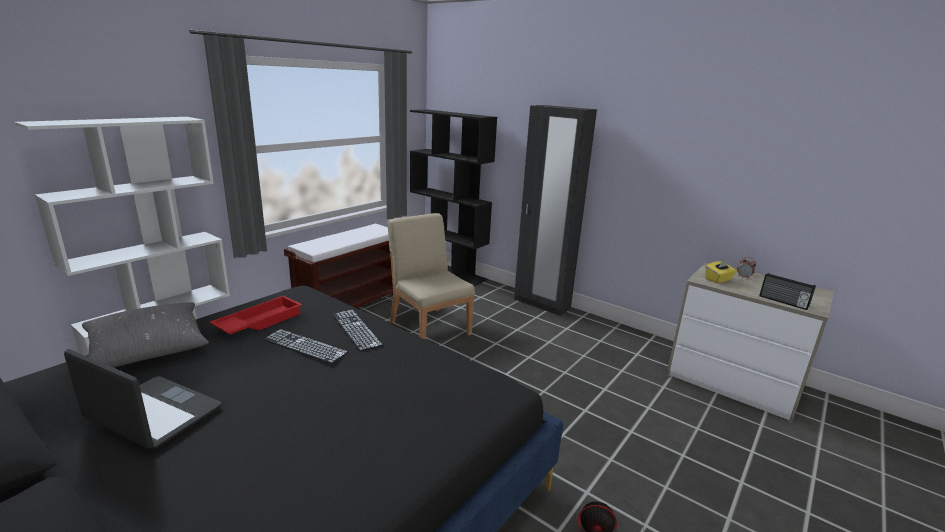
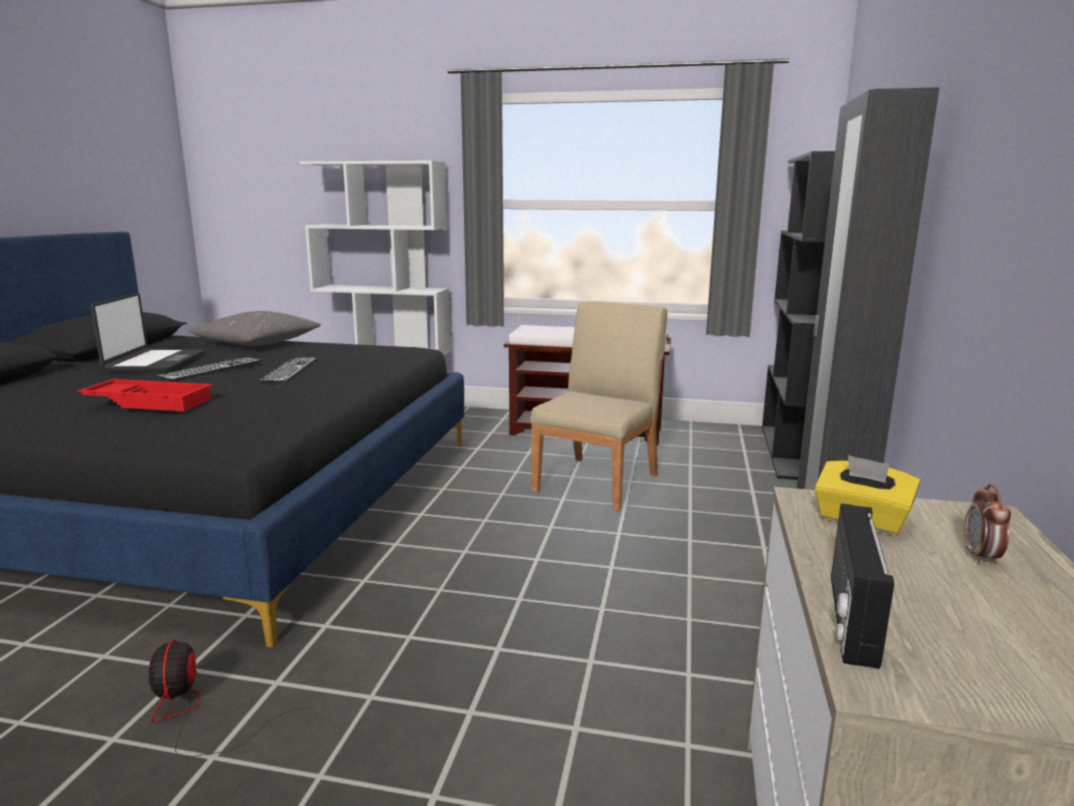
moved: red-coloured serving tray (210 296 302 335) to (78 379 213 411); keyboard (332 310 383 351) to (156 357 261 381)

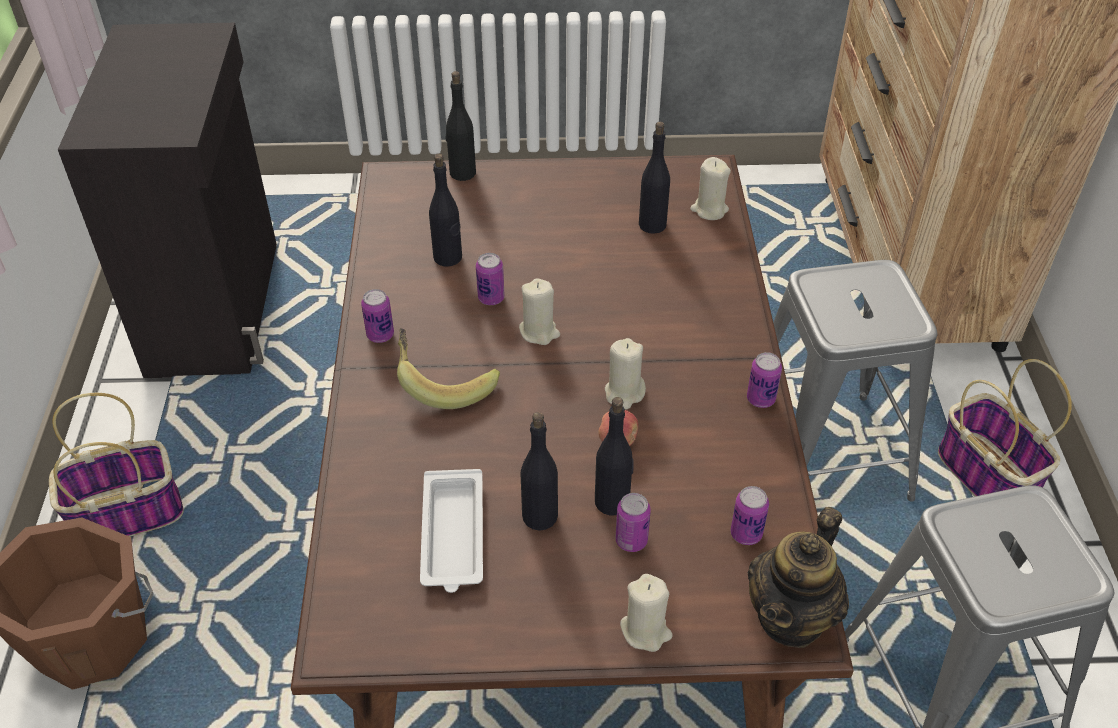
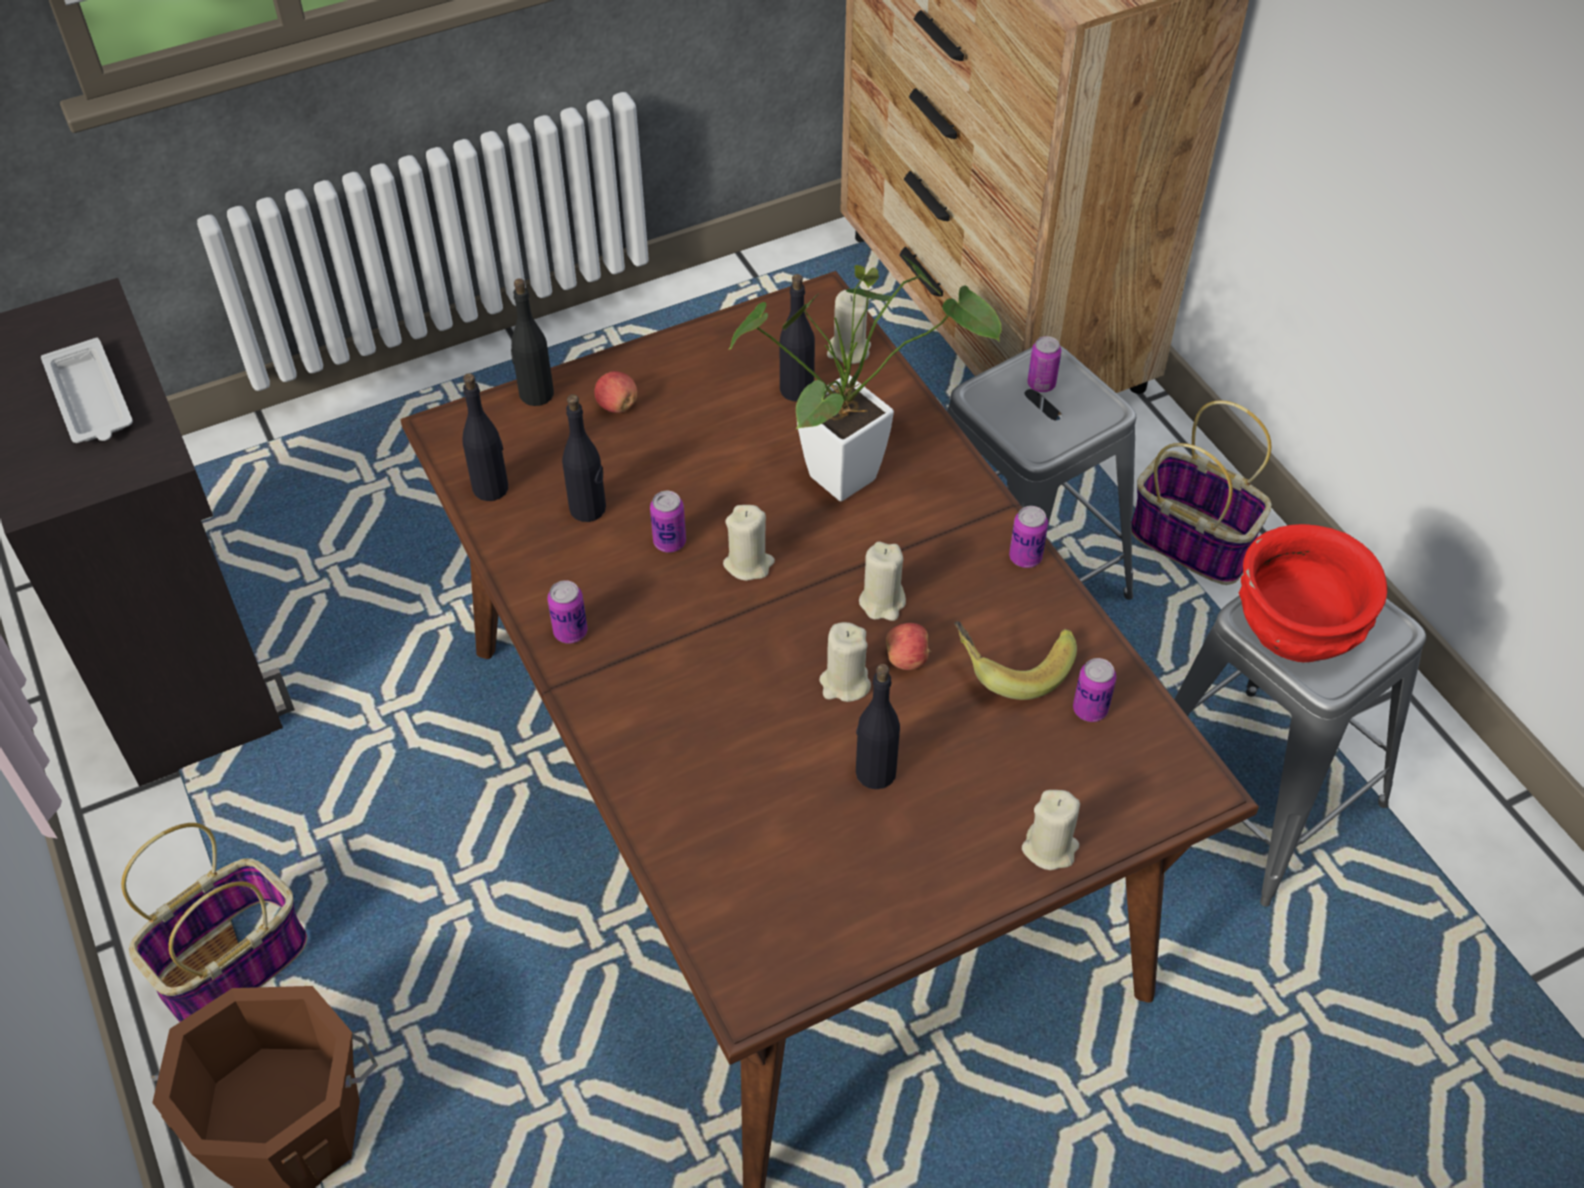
removed: tea pot (747 507 849 648)
added: whole apple (594 371 637 413); houseplant (728 255 1002 501); beige-coloured candle (819 622 871 702); red-coloured deep dish (1239 524 1387 662)
moved: white-coloured serving tray (420 469 483 593) to (41 338 133 443); black-coloured bottle (595 397 634 516) to (462 373 508 501); banana (397 328 500 409) to (955 621 1077 700); can (616 493 651 552) to (1027 336 1061 392)

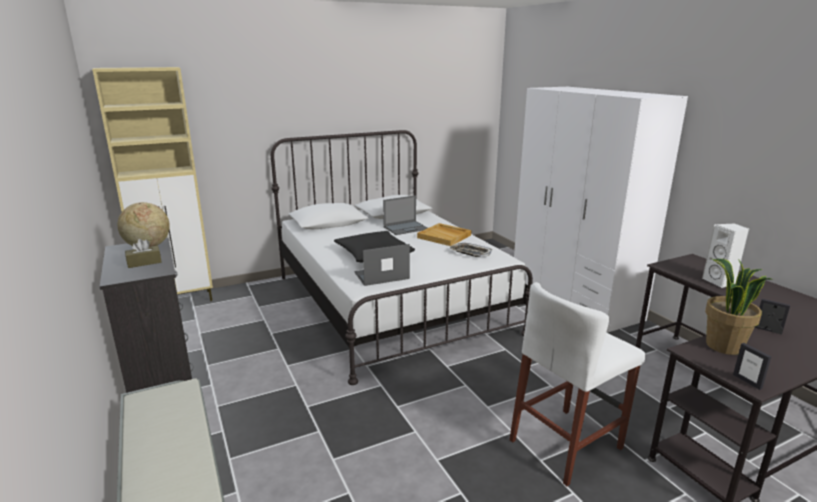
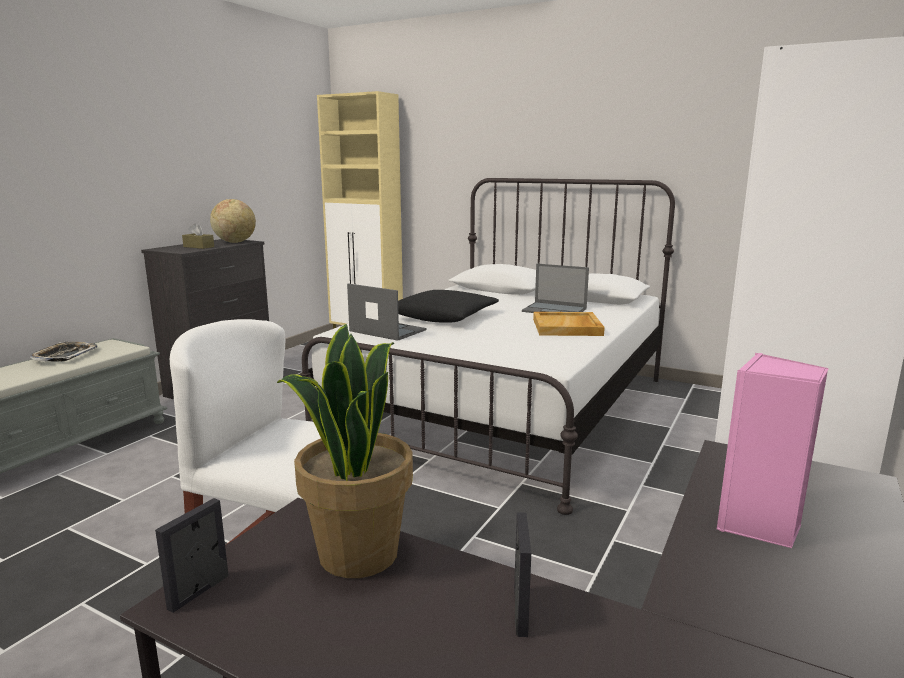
moved: serving tray (450 243 492 257) to (30 342 98 362)
recoloured: white-coloured audio speaker (702 223 750 288) to pink-coloured audio speaker (717 353 828 548)

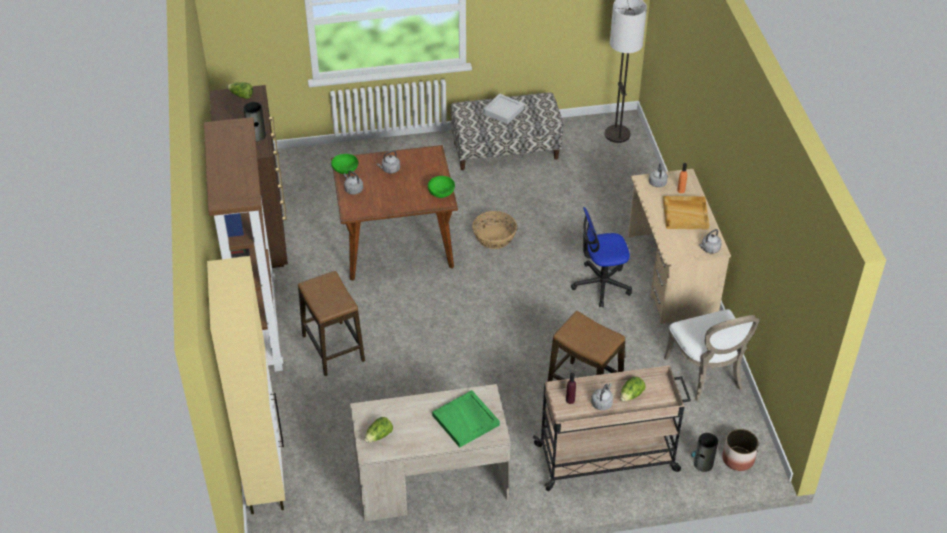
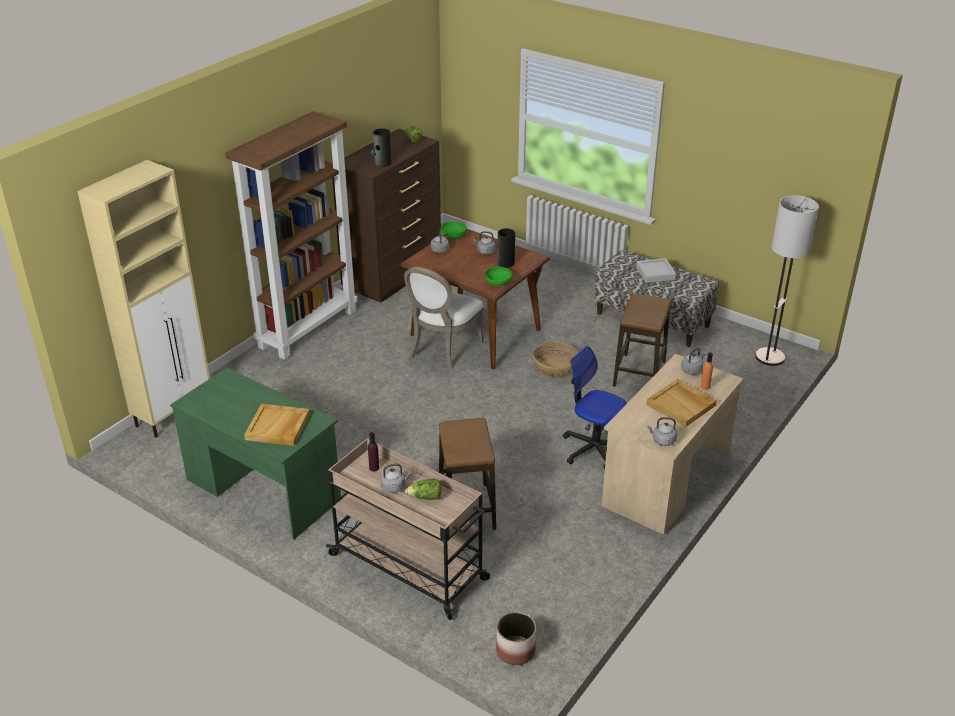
removed: lettuce (364 417 393 442)
moved: white-coloured chair (664 309 760 401) to (404 267 484 369); decorative vase (691 433 718 472) to (497 228 515 268); sitting stool (298 271 365 376) to (613 293 671 387)
recoloured: beige-coloured desk unit (350 384 511 522) to green desk unit (170 368 341 539); green serving tray (432 390 500 448) to beige-coloured serving tray (244 404 310 446)

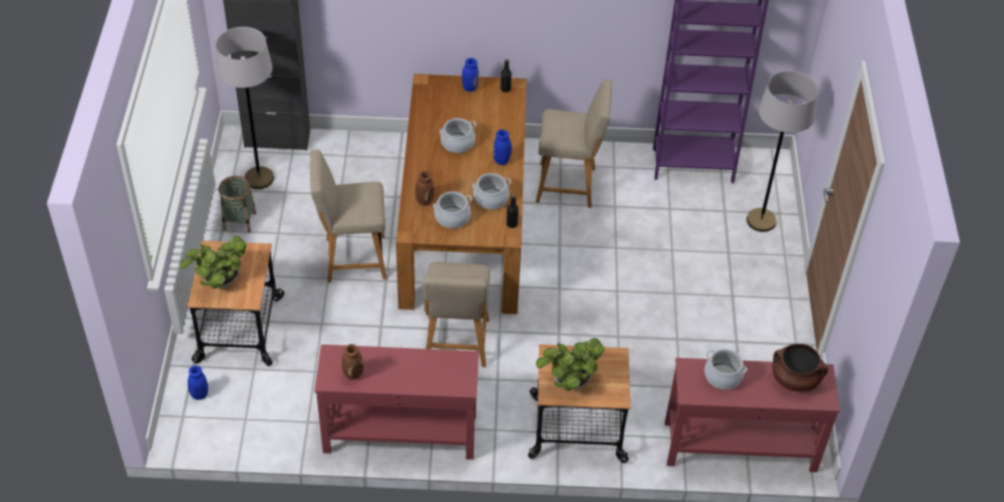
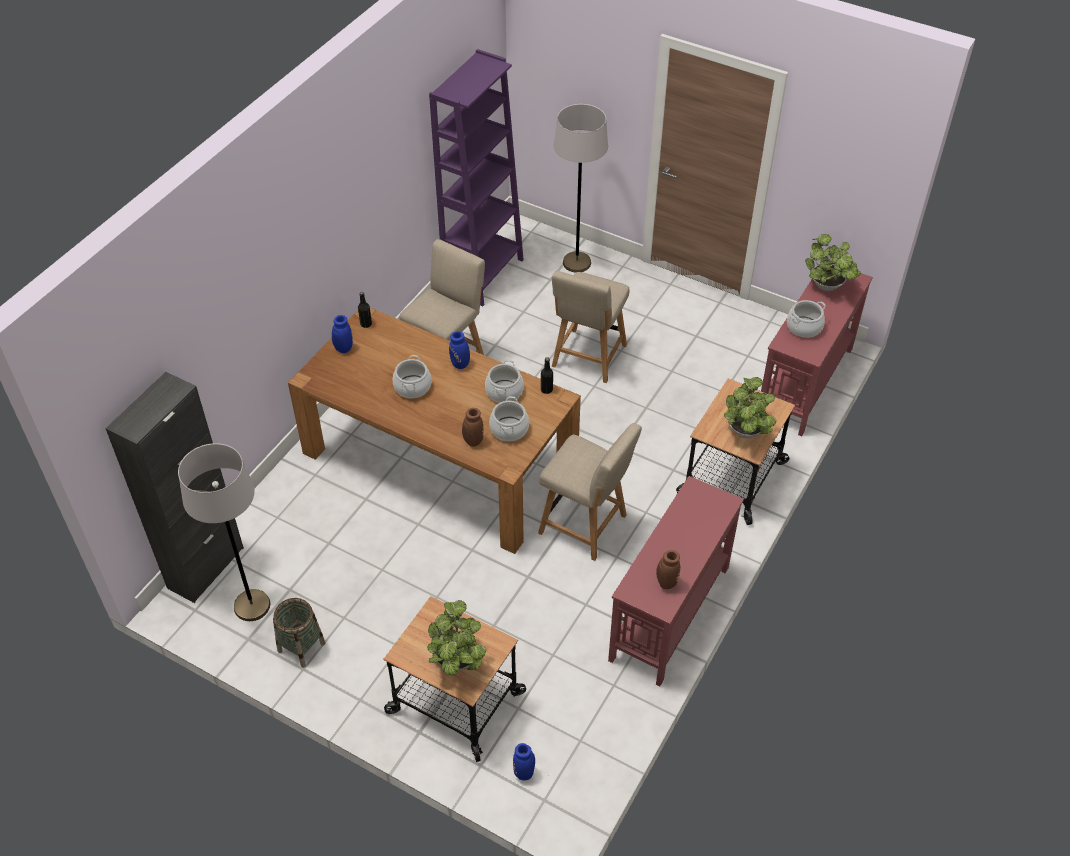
moved: beige-coloured chair (310 150 387 282) to (552 271 629 383)
replaced: brown saucepot (772 344 828 392) to houseplant (805 234 861 291)

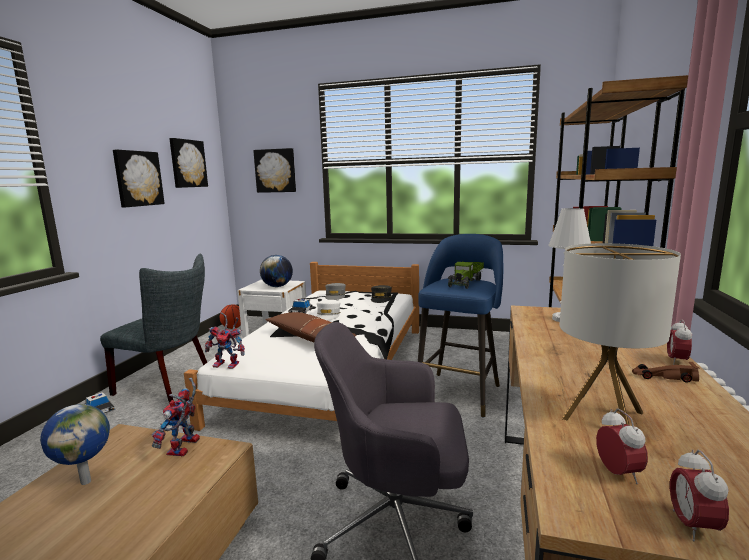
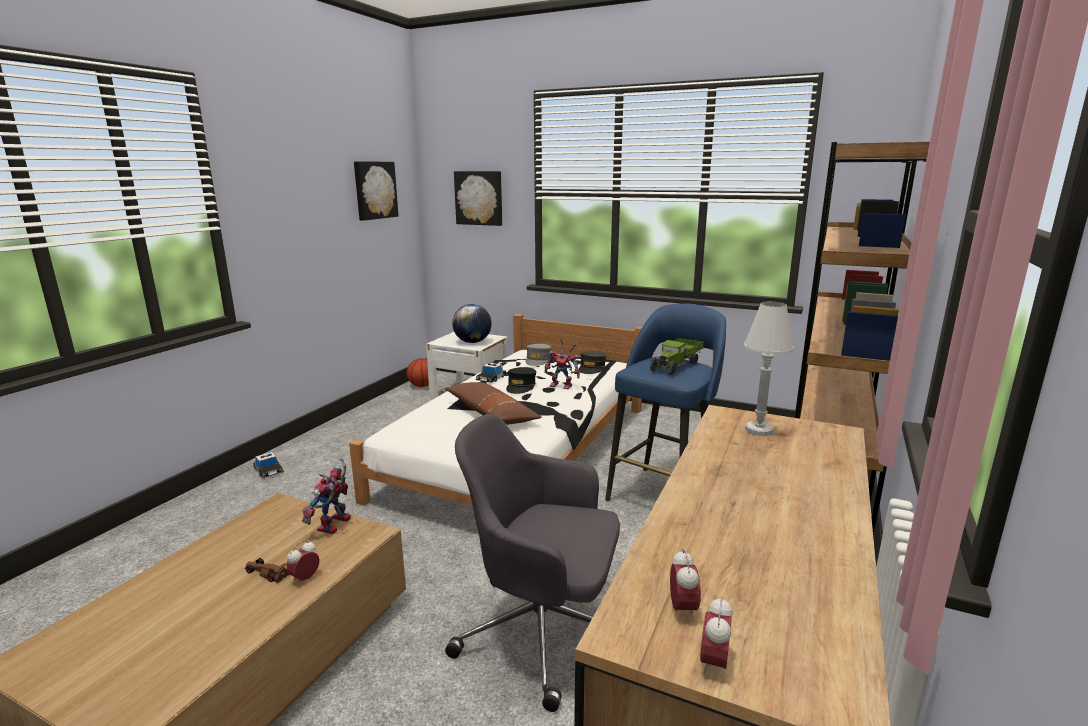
removed: globe (40 404 110 485); grey chair (100 254 207 402); wall picture (113 150 165 207); tabletop lamp (560 243 681 425)
moved: brown toy car (632 362 700 383) to (245 558 289 583); table clock (667 319 692 365) to (286 540 319 583); model robot (205 312 245 369) to (544 338 580 389)
recoloured: white-coloured baseball cap (317 300 340 321) to black-coloured baseball cap (506 367 536 394)

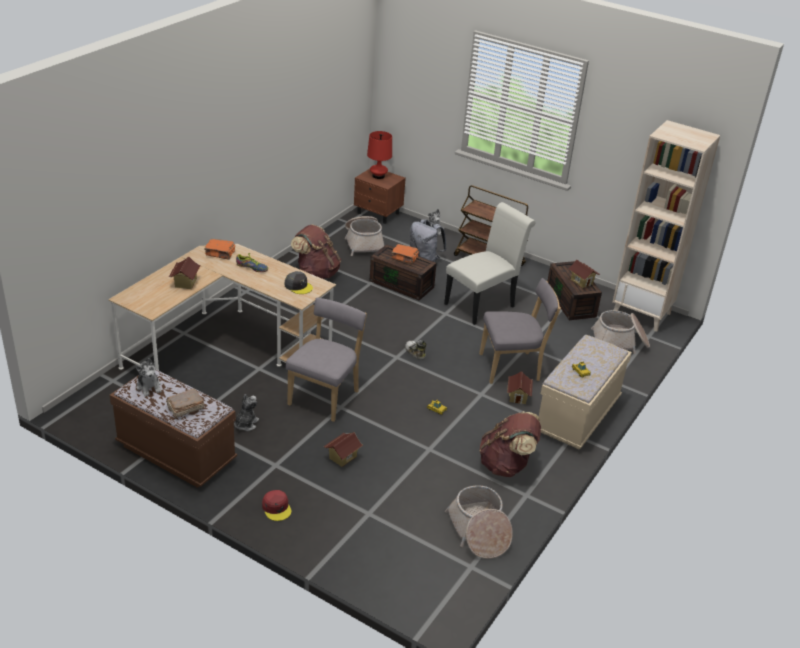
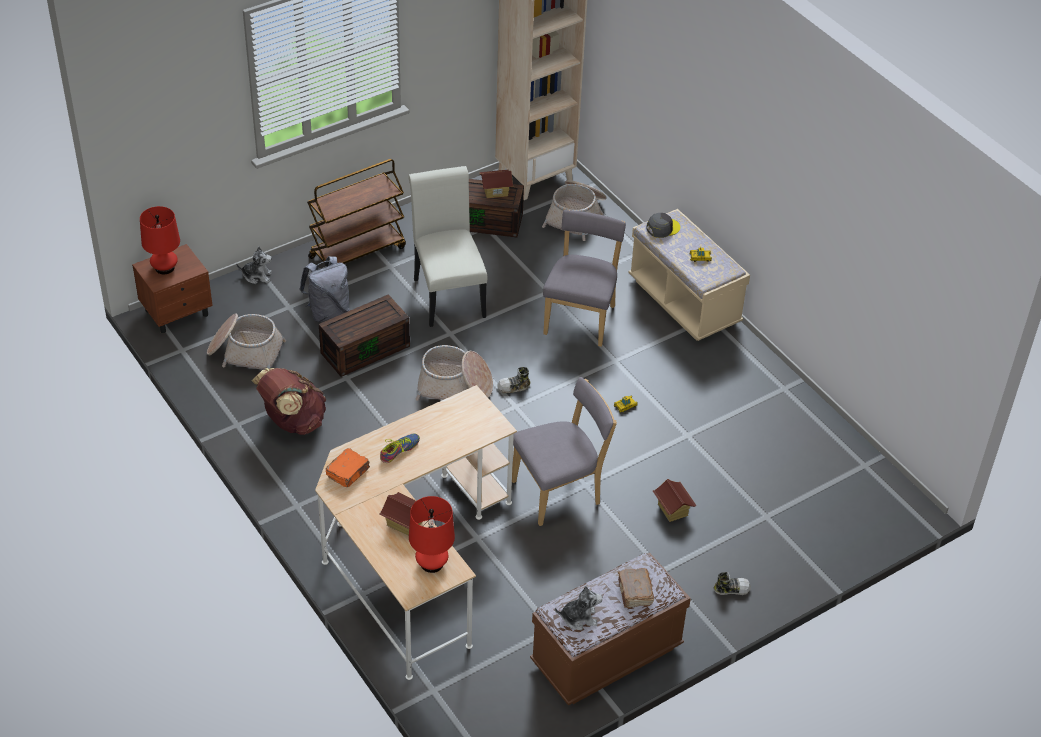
removed: soft toy (234 394 259 431); orange volume (391 244 419 264); brown backpack (480 411 541 477); toy house (507 371 533 404)
added: red-coloured tabletop lamp (409 496 455 573)
moved: household basket (445 485 513 559) to (415 345 493 401); grey baseball cap (285 271 313 294) to (646 213 680 238)
replaced: red-coloured baseball cap (262 490 291 521) to low shoe (714 572 751 595)
turned: grey chair (286 298 367 422) = (512 377 617 526) 105 degrees clockwise

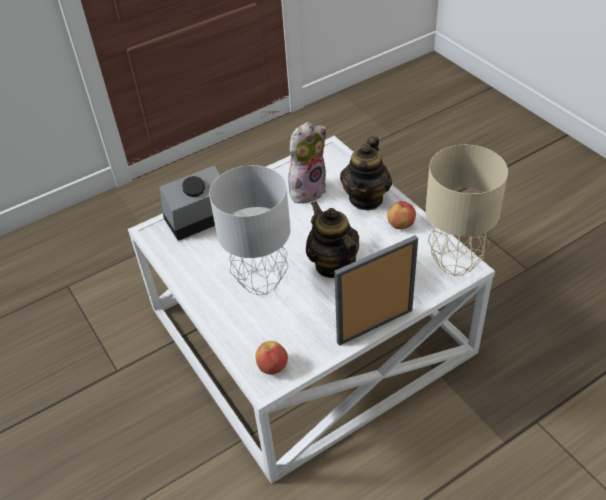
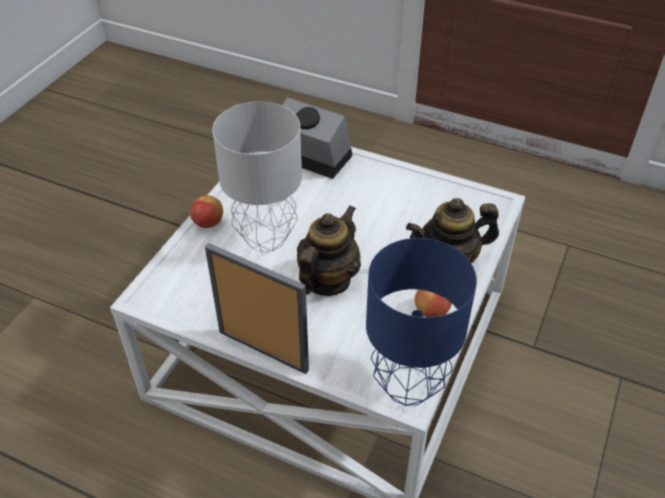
removed: soft toy (288 122 326 203)
moved: whole apple (255 341 288 374) to (190 195 223 228)
recoloured: beige-coloured tabletop lamp (426 145 508 276) to blue tabletop lamp (366 238 477 406)

